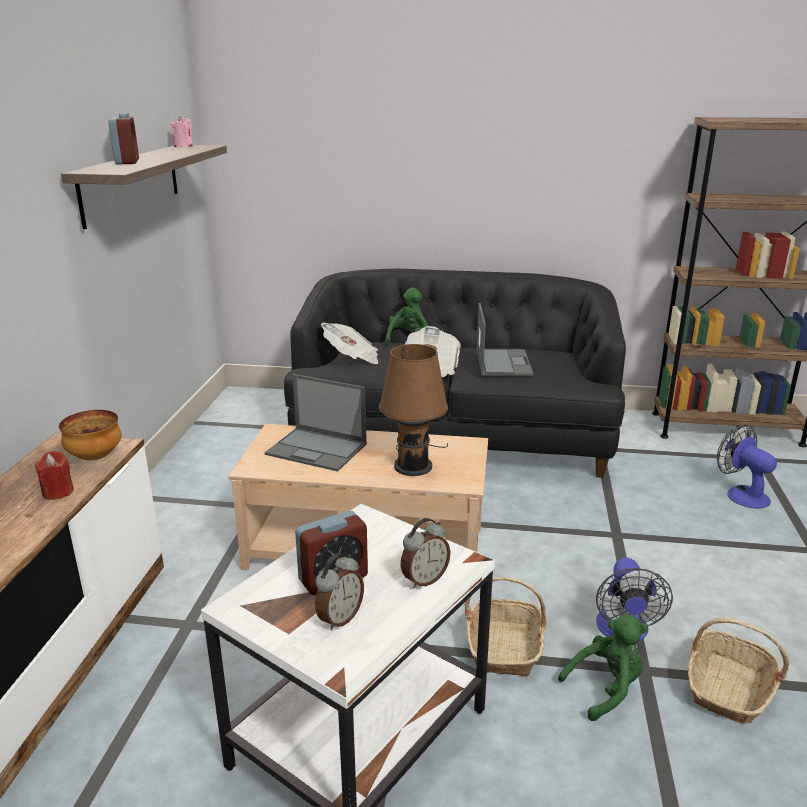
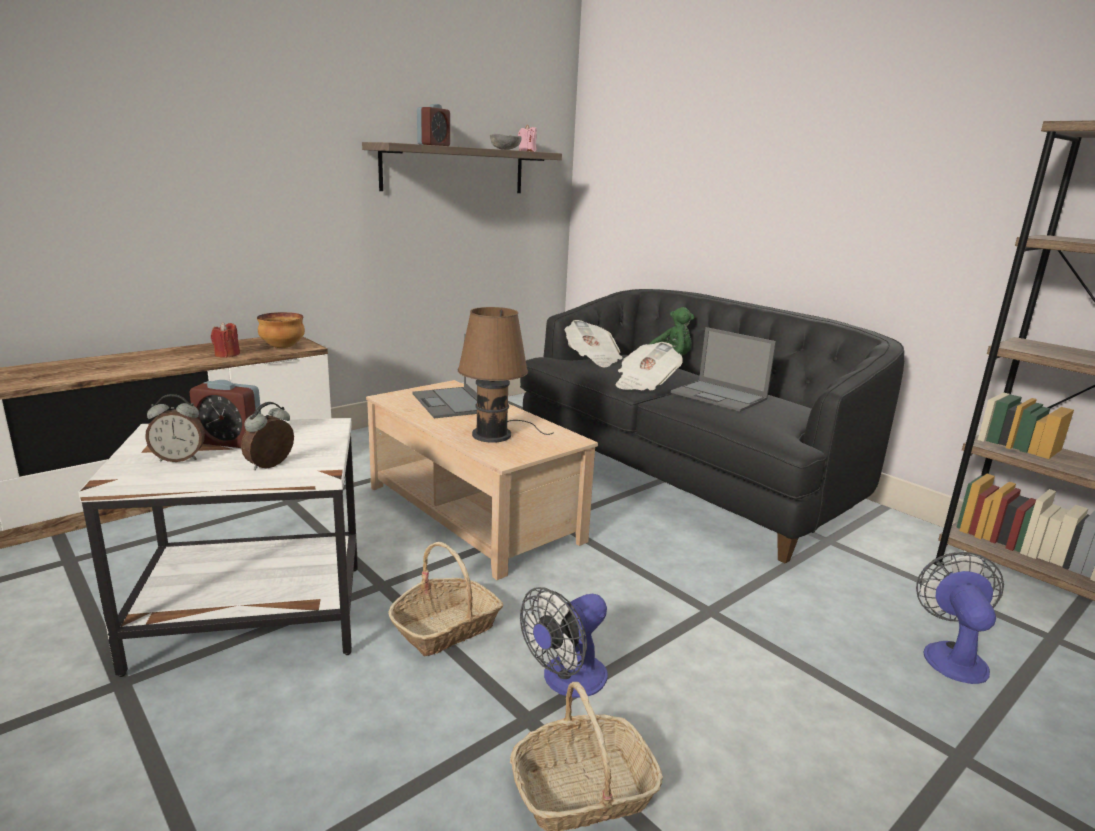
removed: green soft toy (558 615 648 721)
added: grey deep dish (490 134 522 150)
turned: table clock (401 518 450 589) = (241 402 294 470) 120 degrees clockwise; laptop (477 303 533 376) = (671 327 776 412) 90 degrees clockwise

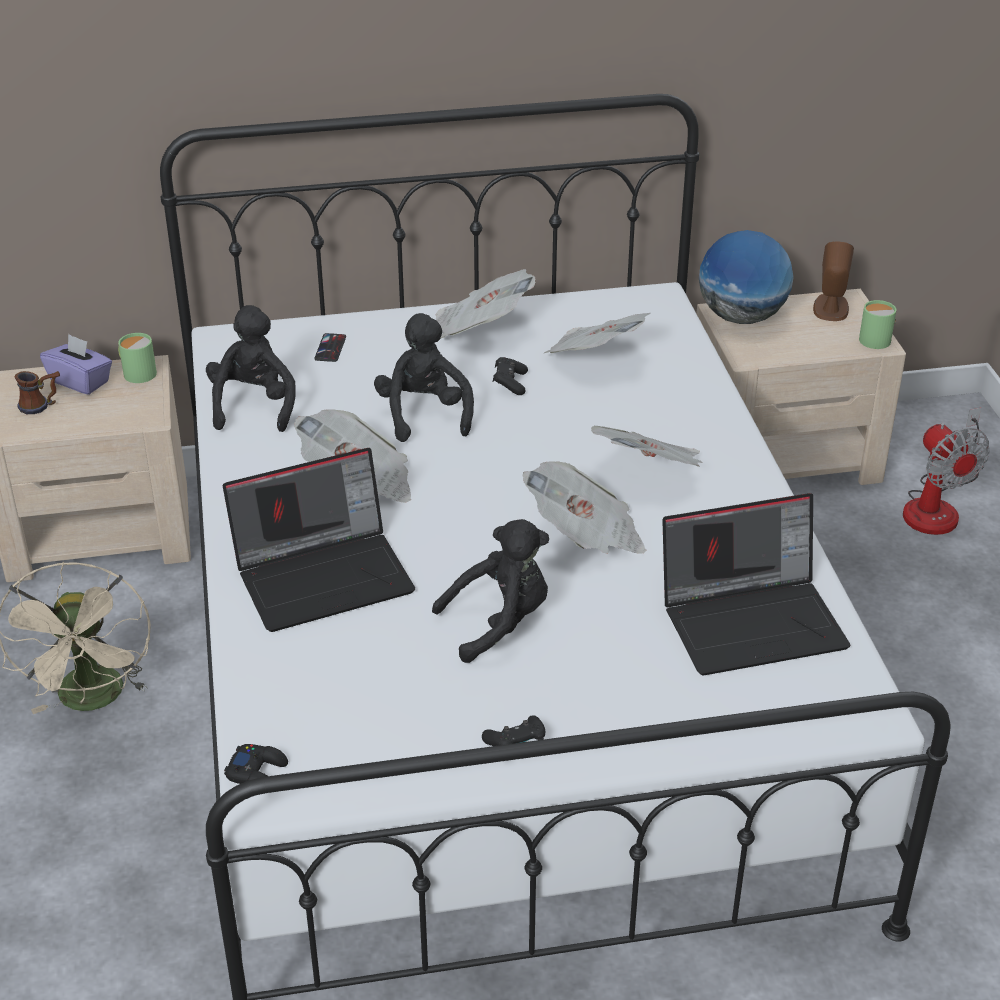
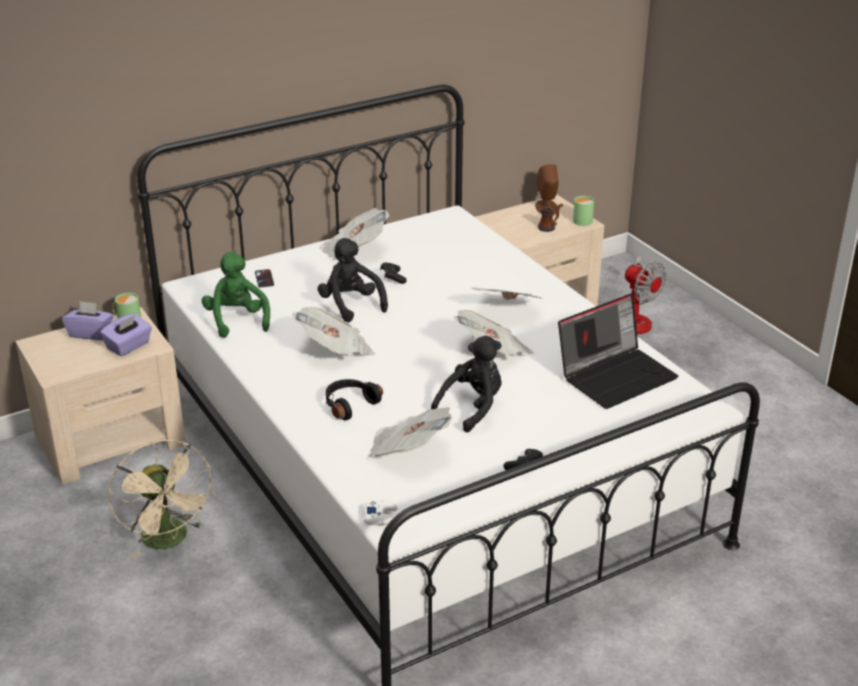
removed: globe (699 230 793 324)
added: purple-coloured box of tissues (100 313 152 356)
moved: printed paper (544 313 650 353) to (368 407 452 457); tea mug (14 371 60 414) to (538 204 563 232)
replaced: laptop (223 448 415 632) to black-coloured headset (326 379 383 420)
recoloured: black-coloured soft toy (206 305 296 432) to green soft toy (202 252 270 338); black-coloured game controller (224 744 288 784) to white-coloured game controller (363 500 397 525)

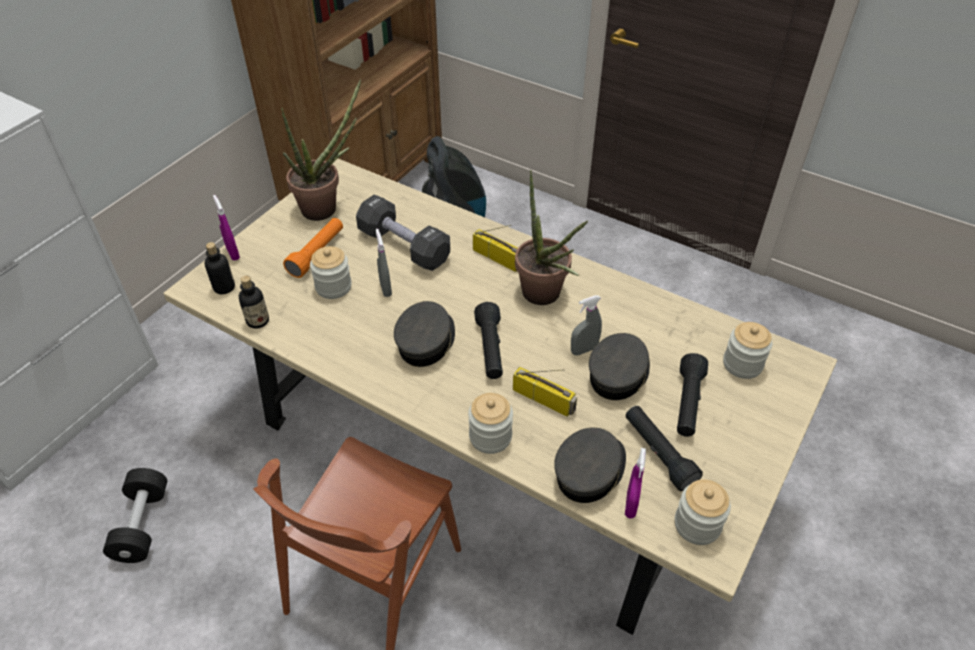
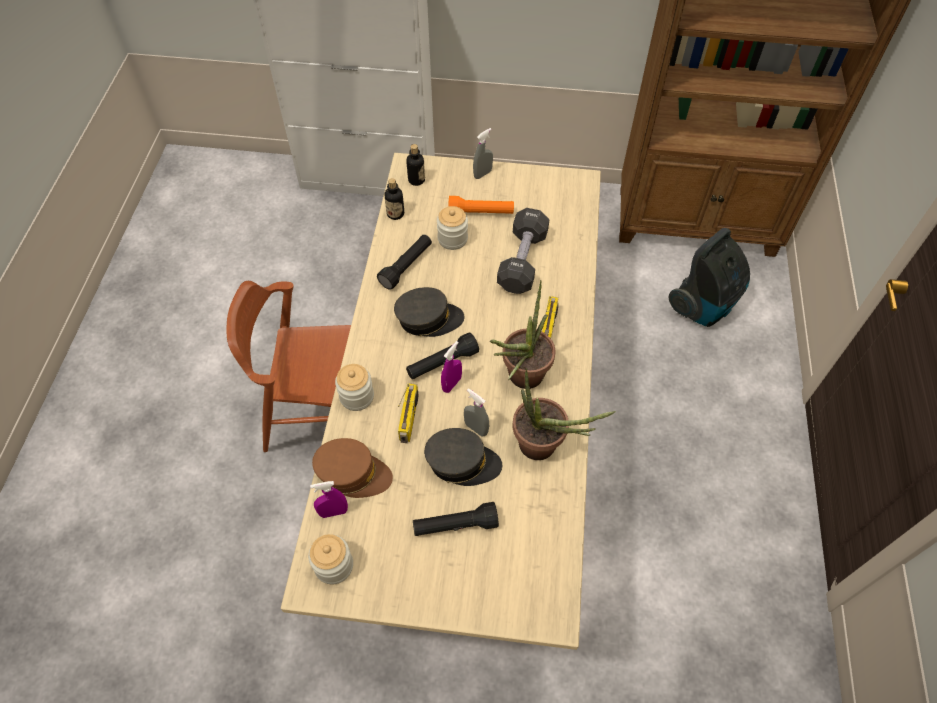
removed: black-coloured free weight (103 468 167 563); jar (723 322 772 379)
moved: black-coloured flashlight (626 406 703 491) to (377 235 432 290); purple-coloured hand sprayer (213 195 240 261) to (441 341 462 393); grey hand sprayer (376 229 392 297) to (473 128 493 179); houseplant (282 79 361 221) to (513 368 616 460)
recoloured: grey baseball cap (554 427 626 503) to brown baseball cap (312 438 393 498)

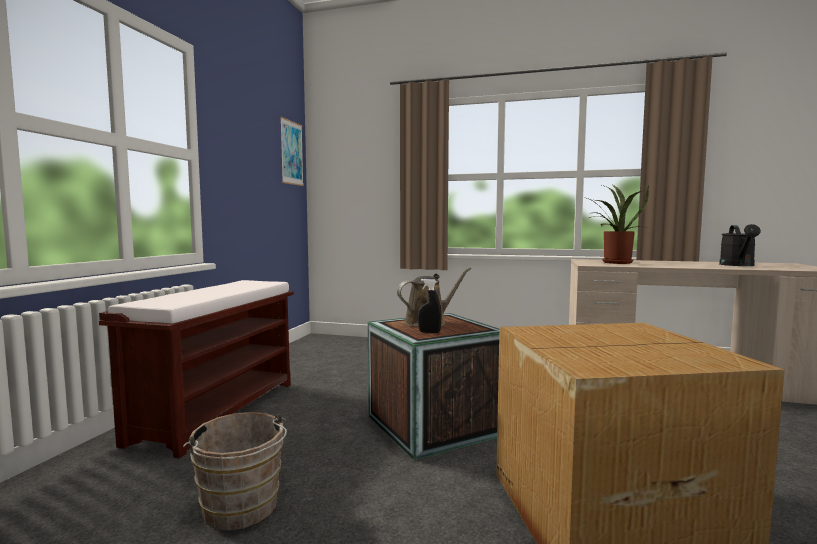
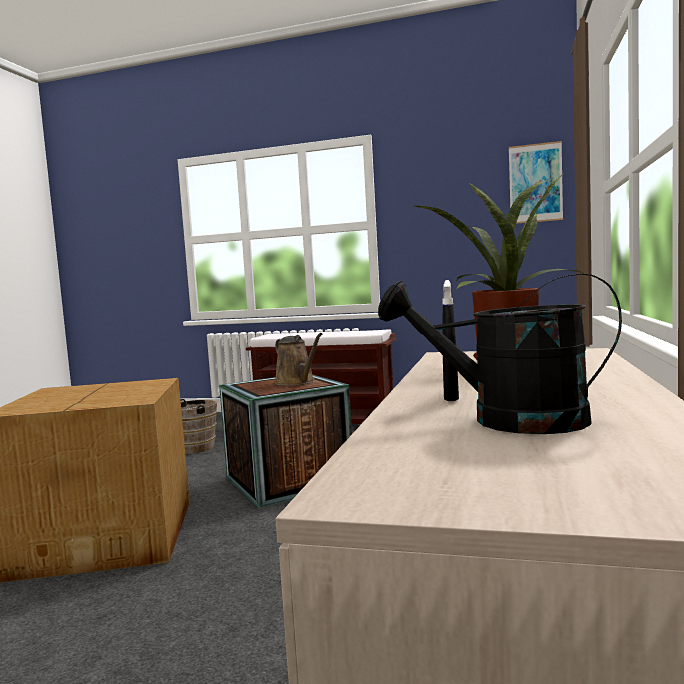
moved: black-coloured hand sprayer (418 279 442 333) to (443 280 459 401)

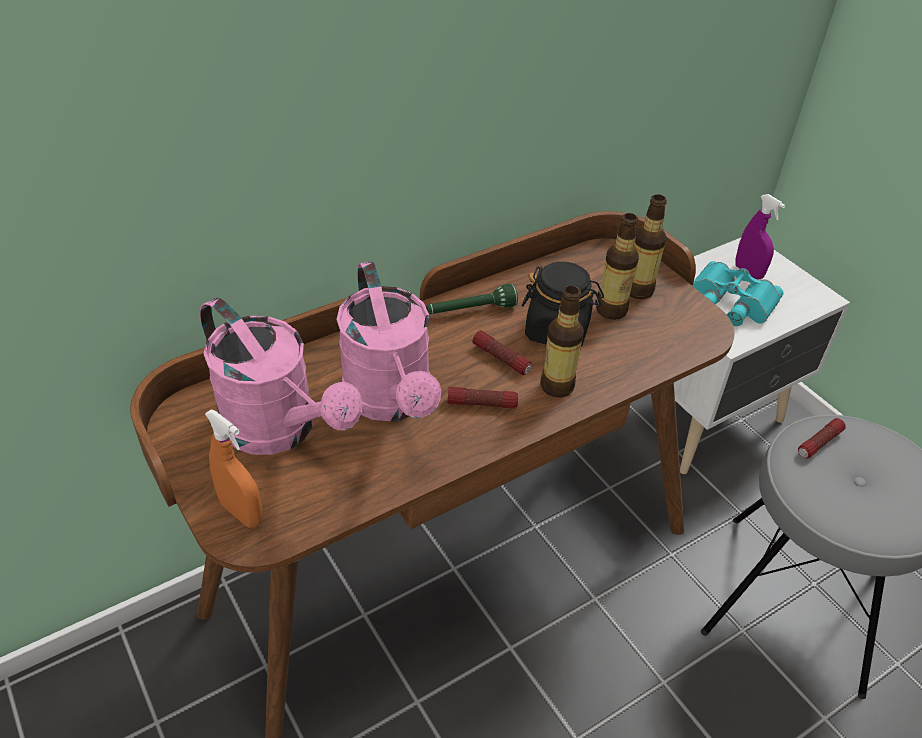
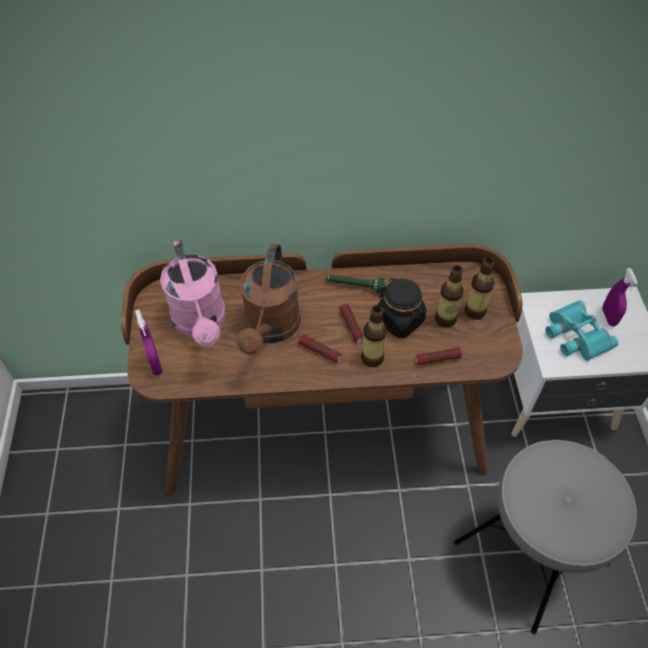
moved: flashlight (798 418 846 458) to (415 347 462 365)
recoloured: orange hand sprayer (205 410 263 528) to purple-coloured hand sprayer (135 309 163 375); pink-coloured watering pot (336 261 441 421) to brown watering pot (236 244 301 355)

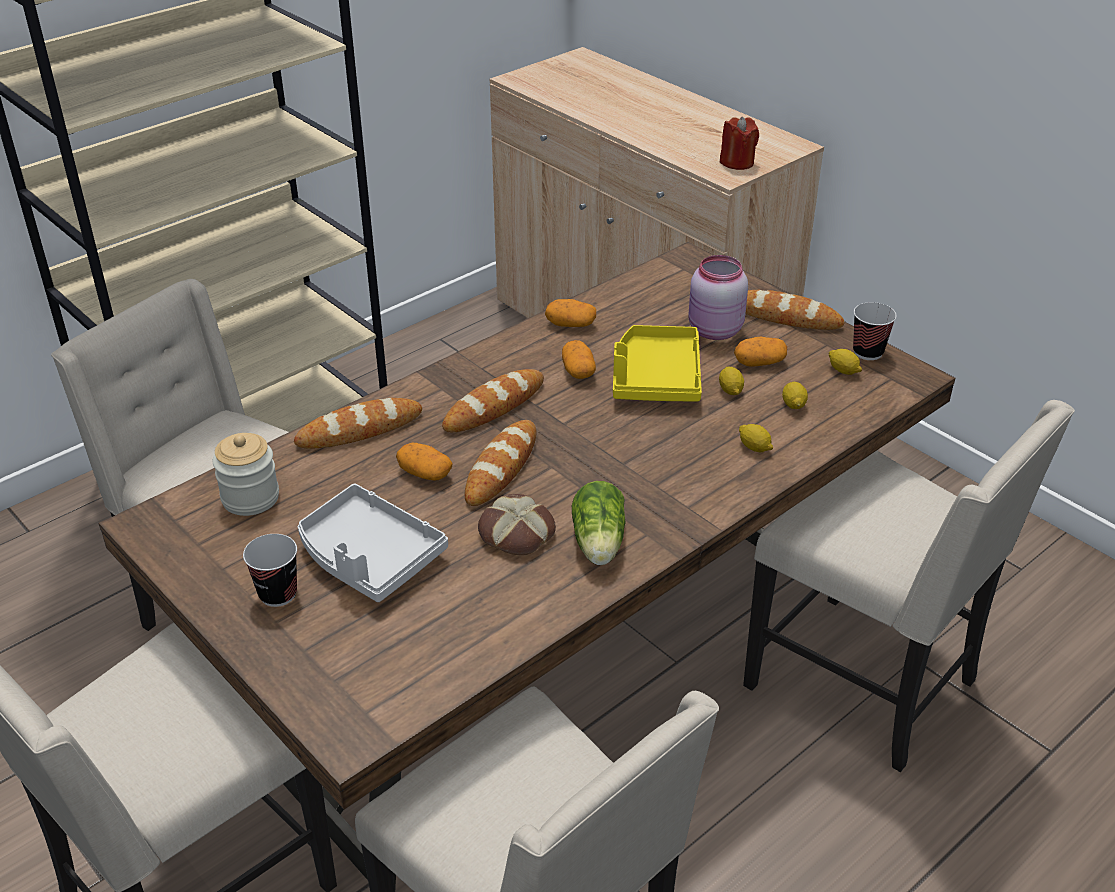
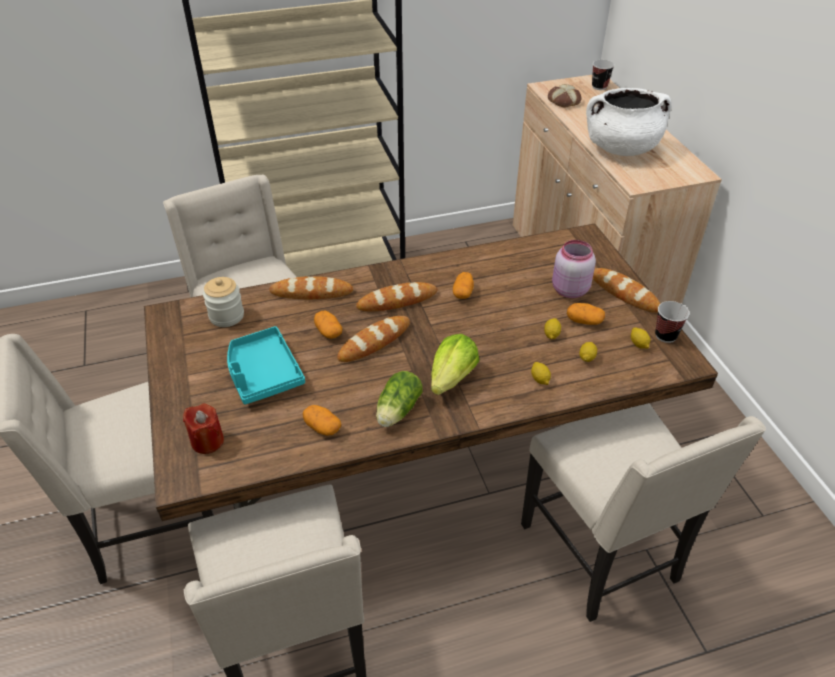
removed: yellow-coloured serving tray (613 325 702 402)
added: lettuce (431 334 479 395); white-coloured saucepot (586 88 671 156)
moved: red-coloured candle (720 117 759 170) to (183 404 224 454); potato (545 299 596 327) to (303 405 341 436); bakery bread (478 494 556 555) to (548 84 581 107); cup (243 534 297 607) to (592 60 614 90)
recoloured: grey serving tray (298 484 448 602) to turquoise-coloured serving tray (227 326 305 404)

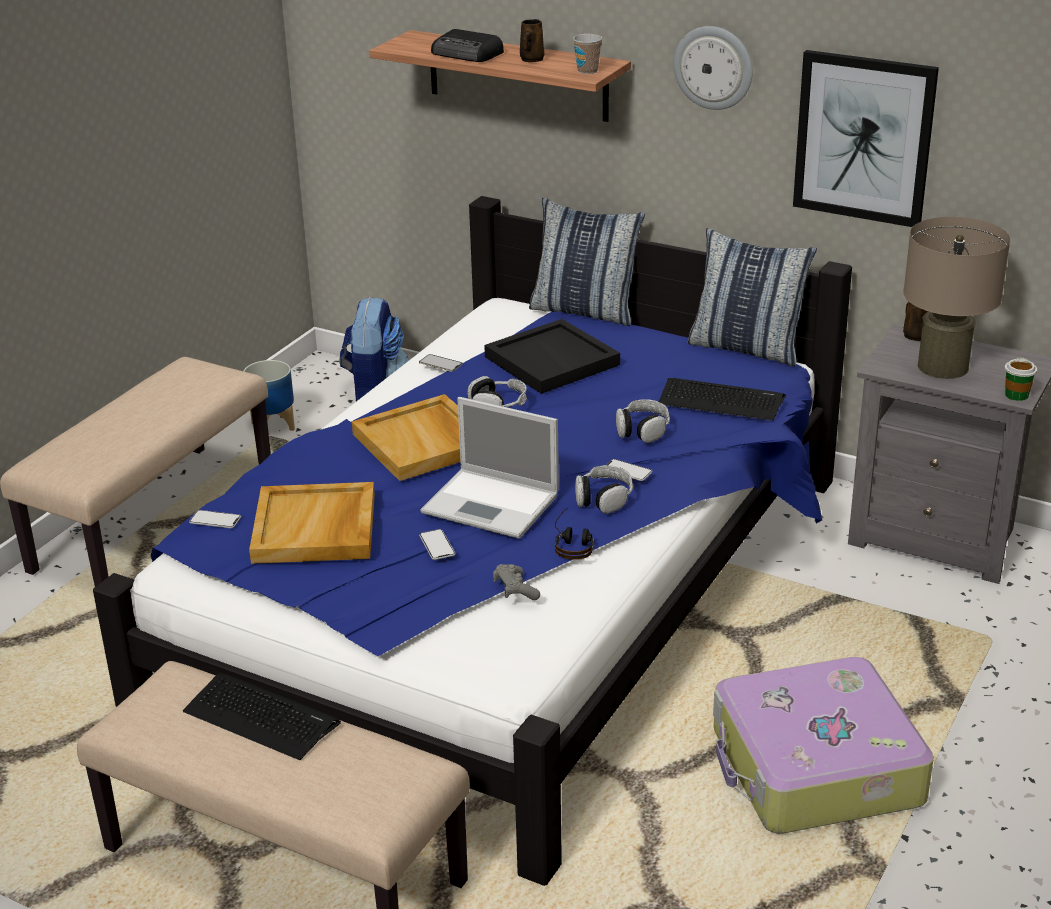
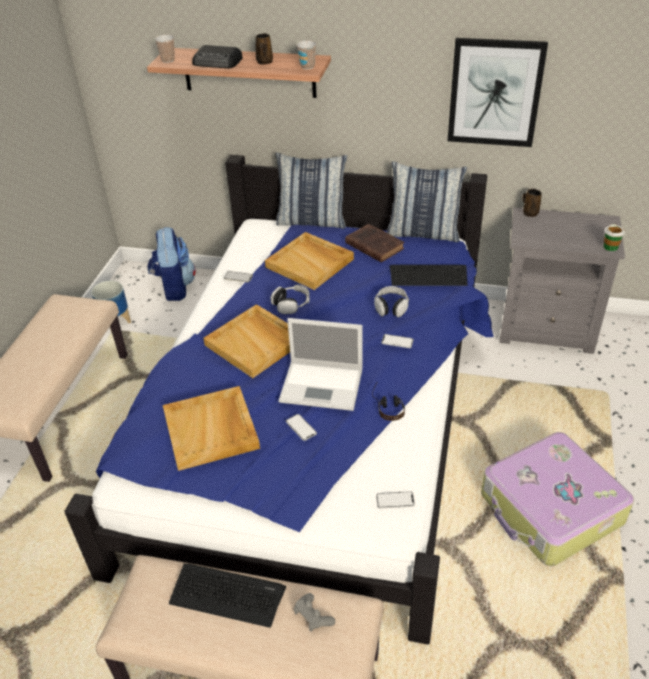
removed: headset (575 465 633 514); hanging clock (673 26 753 110); beige-coloured tabletop lamp (903 217 1010 379)
added: cup (155 35 175 63); brown volume (345 224 404 263)
moved: grey game controller (493 564 540 600) to (294 593 335 632); phone (189 510 241 528) to (376 491 415 508)
recoloured: black-coloured serving tray (484 319 620 394) to beige-coloured serving tray (265 232 354 290)

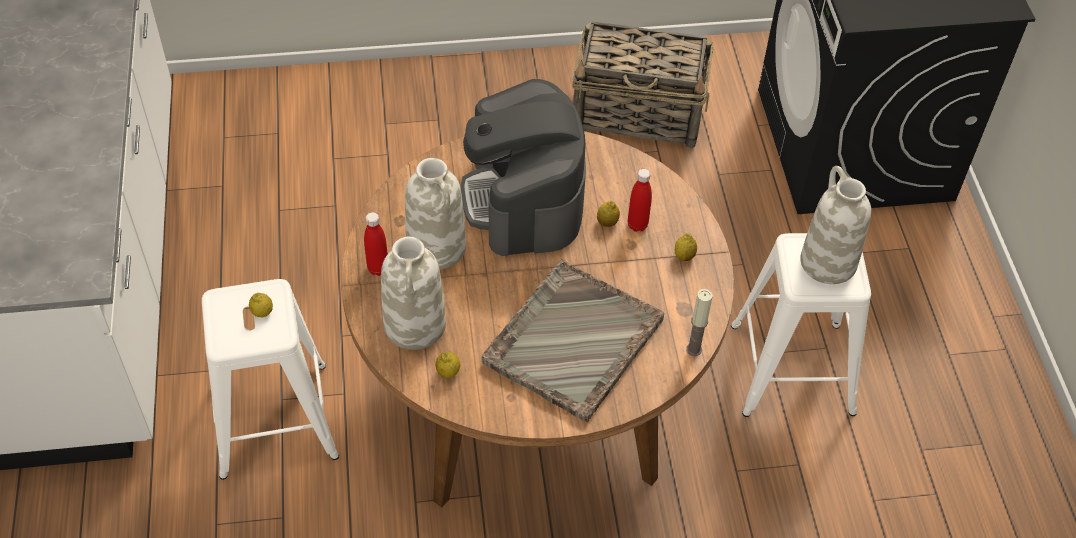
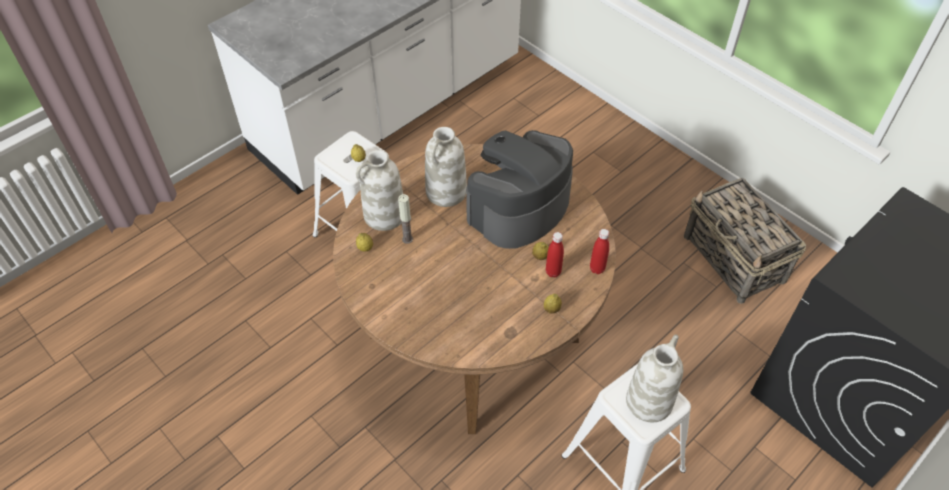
removed: grey serving tray (482 259 664 422)
moved: candle (686 289 713 356) to (398 194 413 244); red-coloured bottle (364 212 388 276) to (590 229 609 274)

